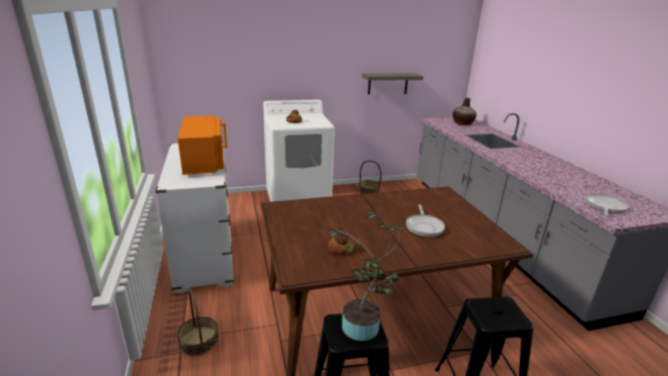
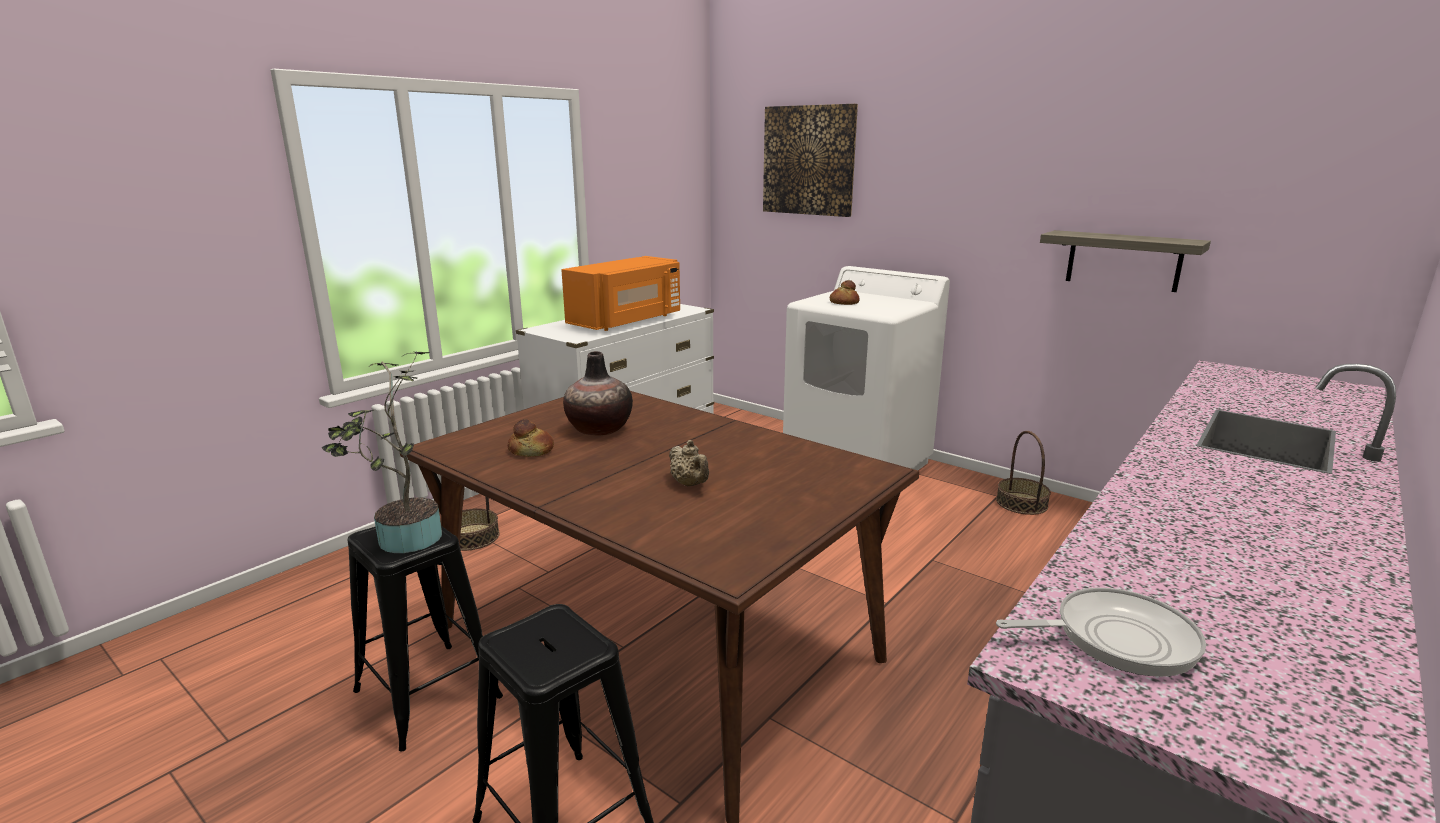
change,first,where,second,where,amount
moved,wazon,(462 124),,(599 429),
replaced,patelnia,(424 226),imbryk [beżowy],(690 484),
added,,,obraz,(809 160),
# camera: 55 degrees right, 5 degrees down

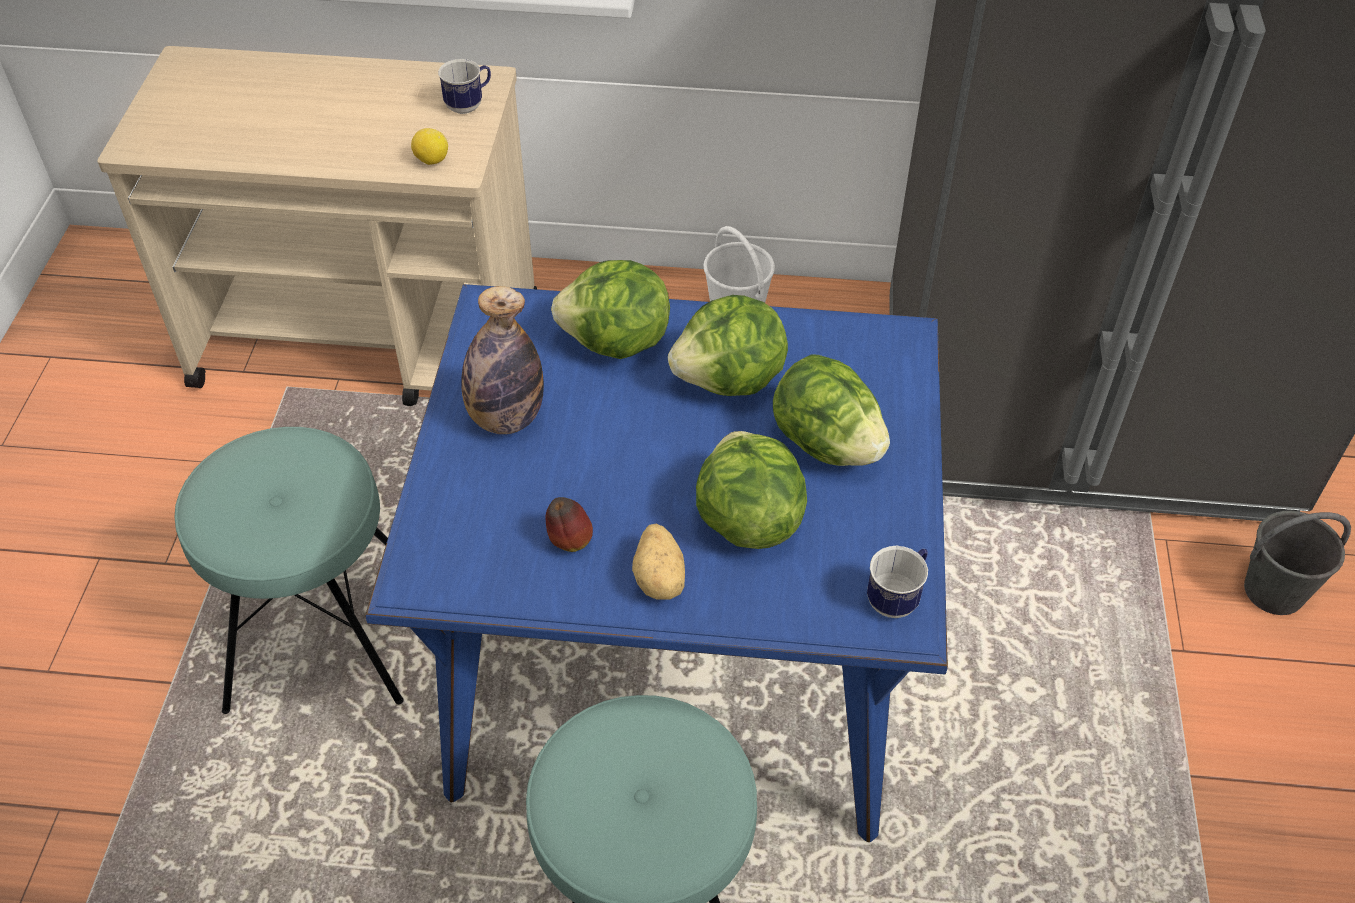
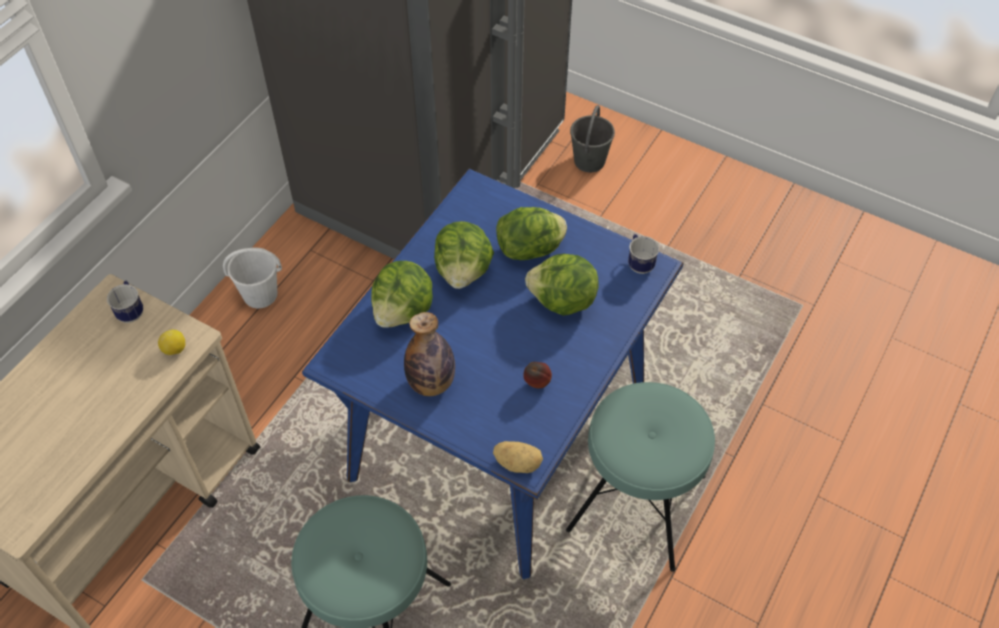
change,first,where,second,where,amount
moved,ziemniak,(661 578),,(518 462),
# camera: 65 degrees left, 5 degrees up

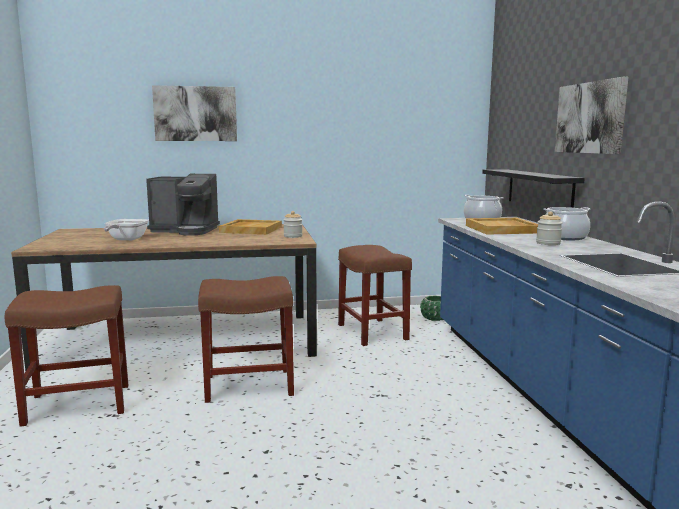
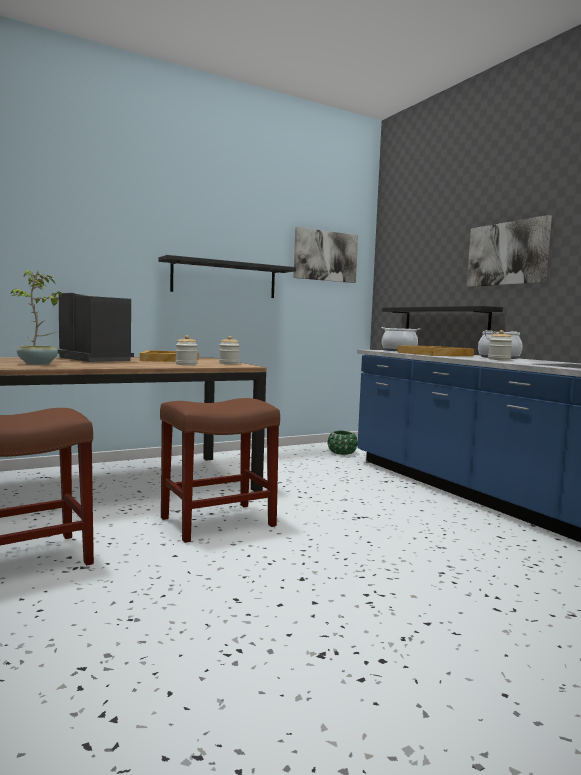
change,first,where,second,where,amount
replaced,patelnia,(125 239),roślina doniczkowa,(39 364),
turned,ekspres do kawy,(186 231),,(96 359),120 degrees counterclockwise
added,,,półka [czarny],(224 279),
added,,,słoik,(186 364),
moved,obraz,(195 114),,(325 256),
removed,stołek [brązowy],(373 332),,,
# camera: 20 degrees left, 5 degrees down

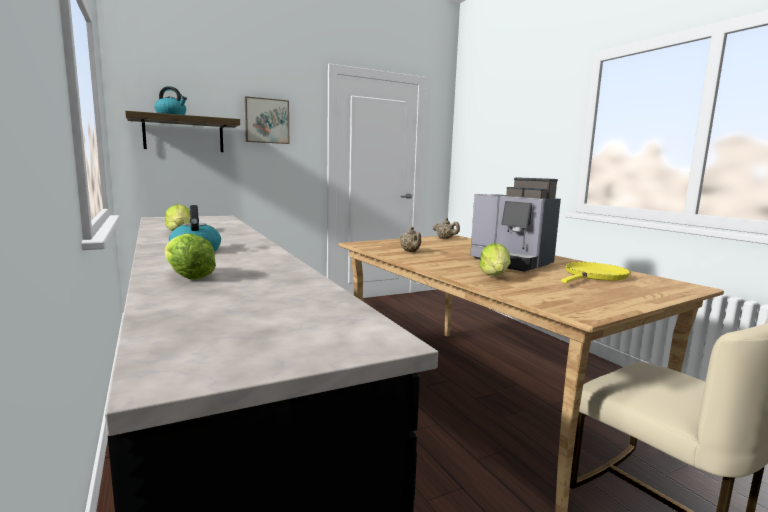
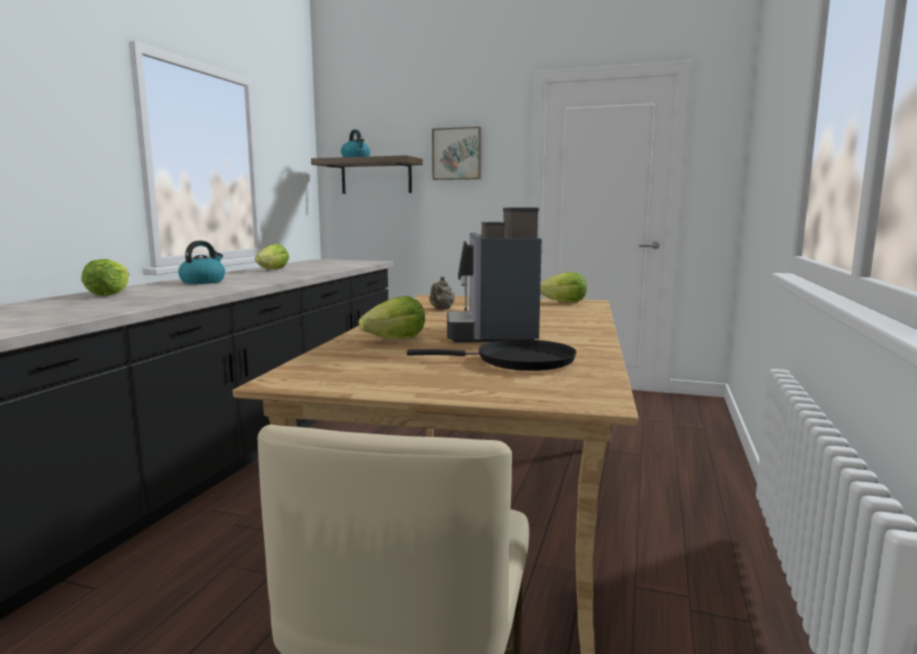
change,first,where,second,where,amount
recoloured,patelnia [żółty],(594 276),patelnia [czarny],(518 361),
replaced,imbryk [beżowy],(445 238),sałata,(564 302),
# camera: 45 degrees right, 0 degrees up

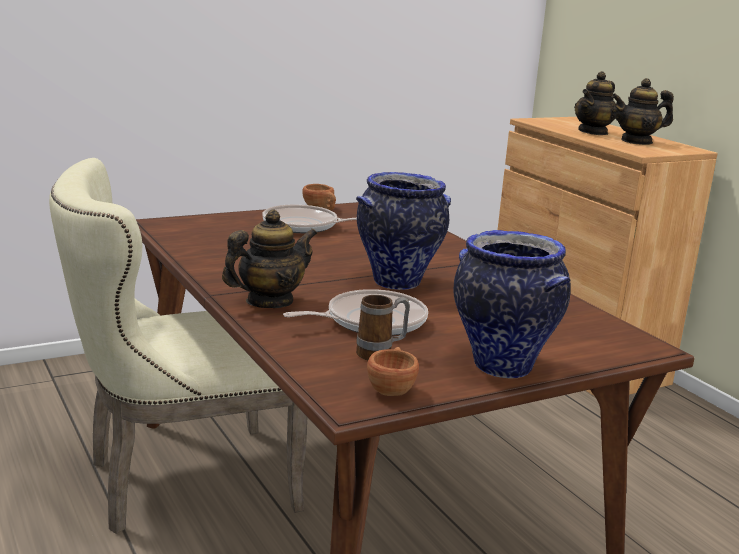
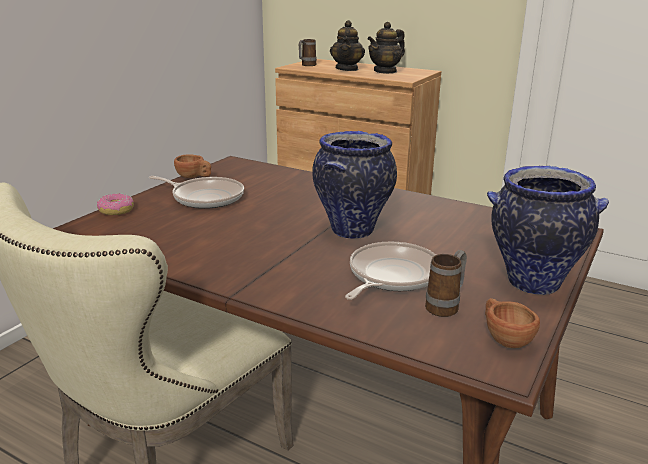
change,first,where,second,where,amount
added,,,donut,(116 210),
turned,patelnia,(304 226),,(205 197),135 degrees counterclockwise
added,,,kubek,(306 65),
removed,imbryk,(269 302),,,
# camera: 30 degrees left, 5 degrees up

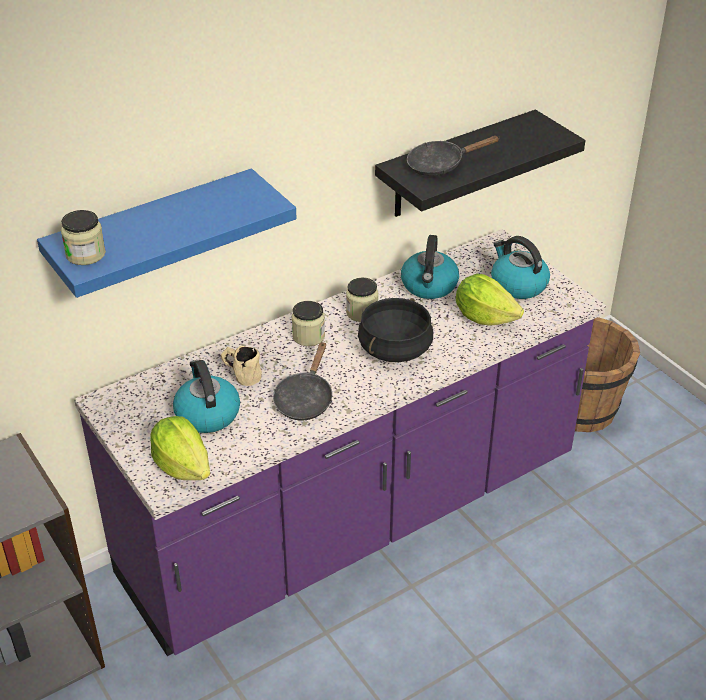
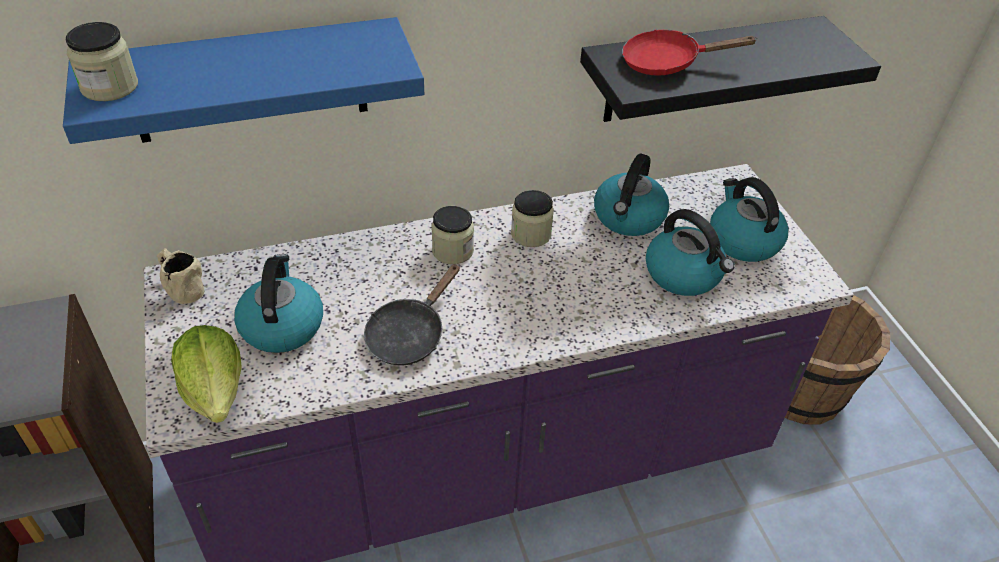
change,first,where,second,where,amount
moved,kubek [beżowy],(241 376),,(181 287),
recoloured,patelnia [czarny],(440 165),patelnia [czerwony],(667 63),
replaced,sałata,(484 317),czajnik,(684 274),
removed,garnek [czarny],(394 348),,,
# camera: 15 degrees right, 5 degrees up

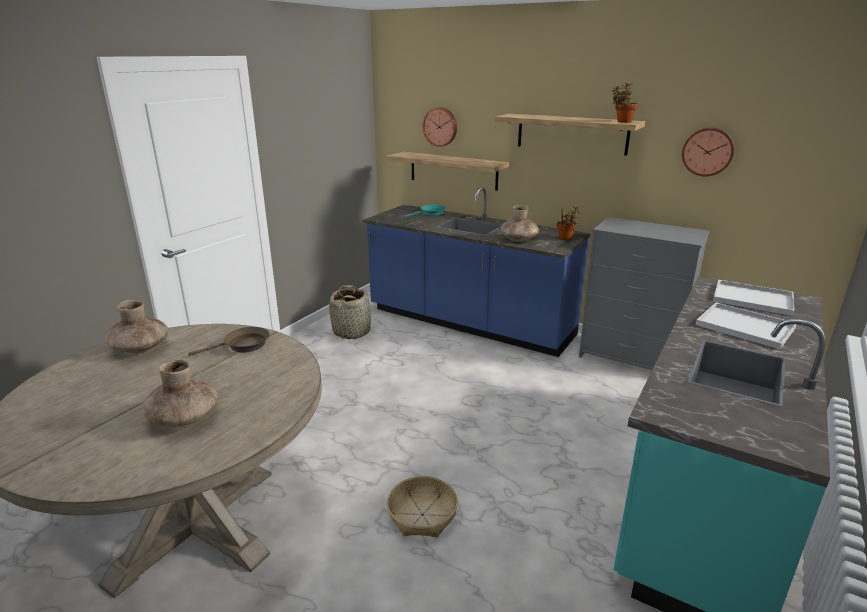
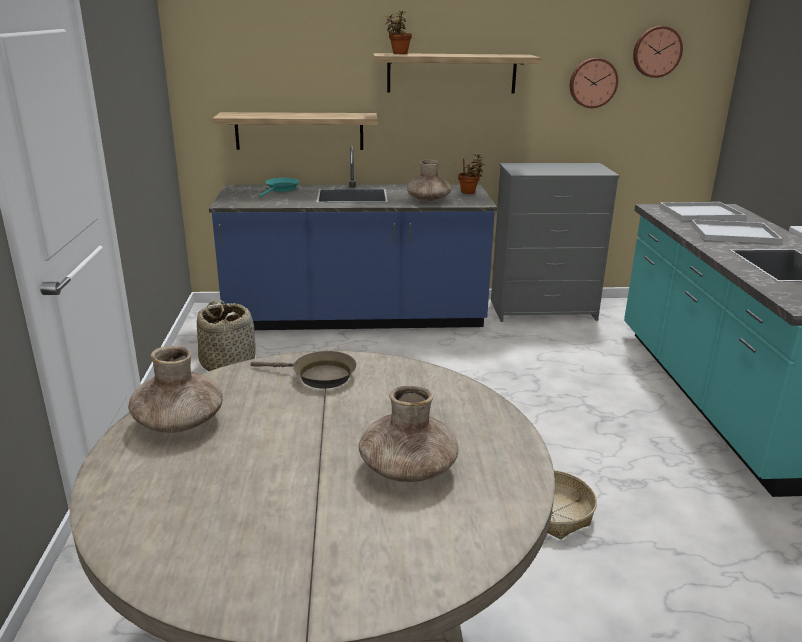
change,first,where,second,where,amount
turned,patelnia [brązowy],(243 346),,(319 376),75 degrees clockwise
moved,roślina doniczkowa,(622 122),,(399 53),
moved,zegar ścienny,(440 126),,(656 52),
# camera: 35 degrees left, 0 degrees up

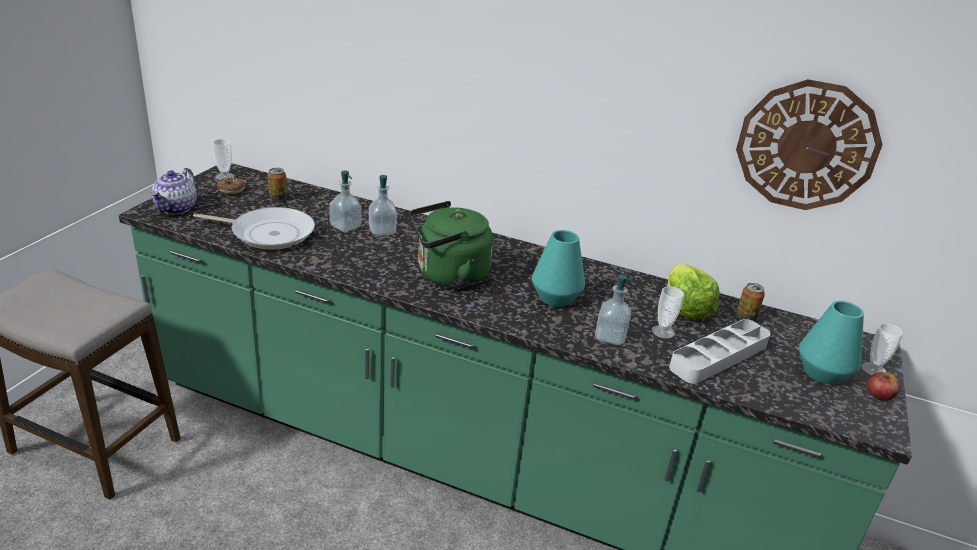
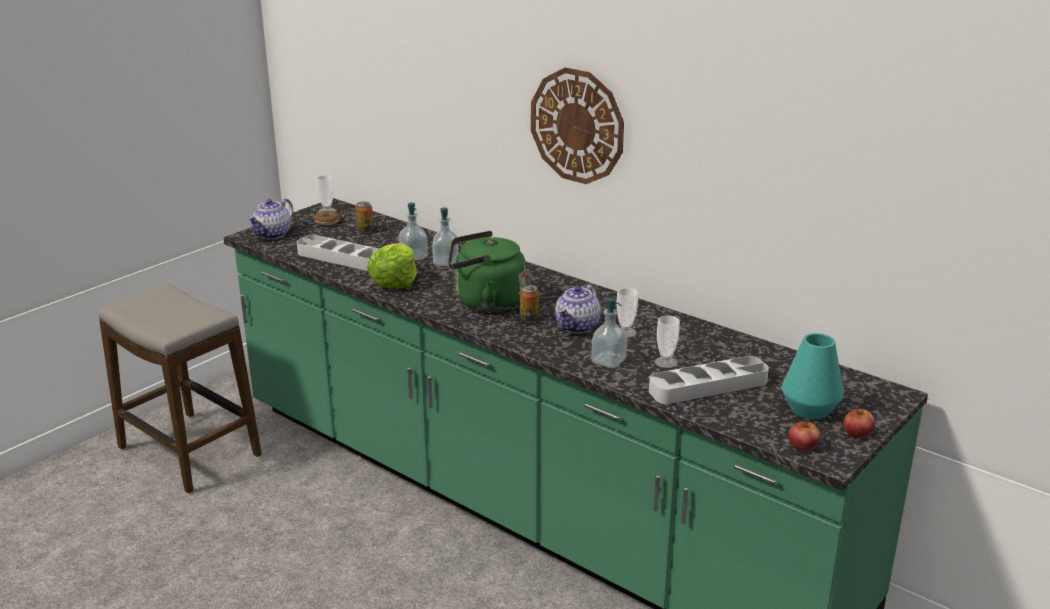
change,first,where,second,where,amount
replaced,patelnia,(268 233),taca [szary],(342 258),
moved,sałata,(685 307),,(394 281),
moved,puszka,(745 317),,(529 319),
moved,zegar ścienny,(806 146),,(577 126),
replaced,wazon [turkusowy],(556 297),imbryk,(577 327),
moved,filiżanka,(873 369),,(625 332),
added,,,jabłko,(802 445),
# camera: 20 degrees right, 5 degrees down

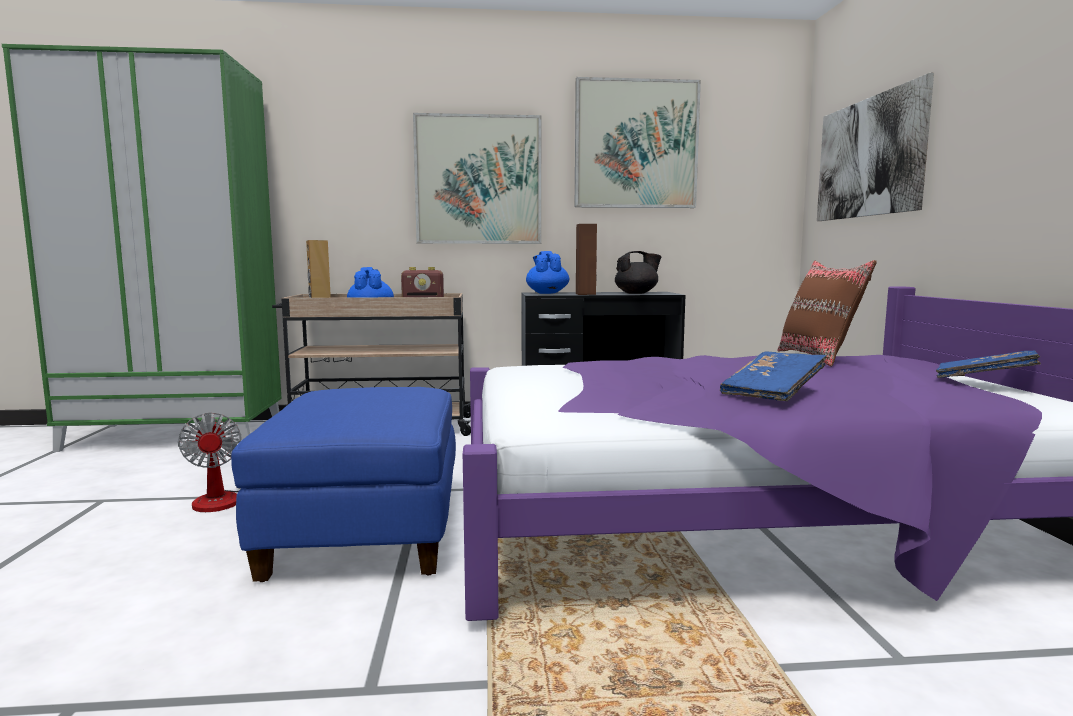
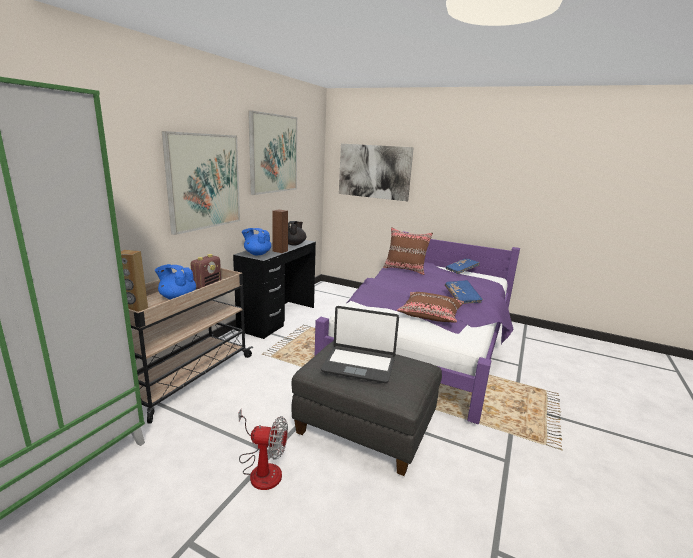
change,first,where,second,where,amount
recoloured,pufa [niebieski],(366 532),pufa [szary],(366 428),
added,,,laptop,(359 364),
added,,,poduszka [brązowy],(430 314),
# camera: 60 degrees left, 10 degrees up

